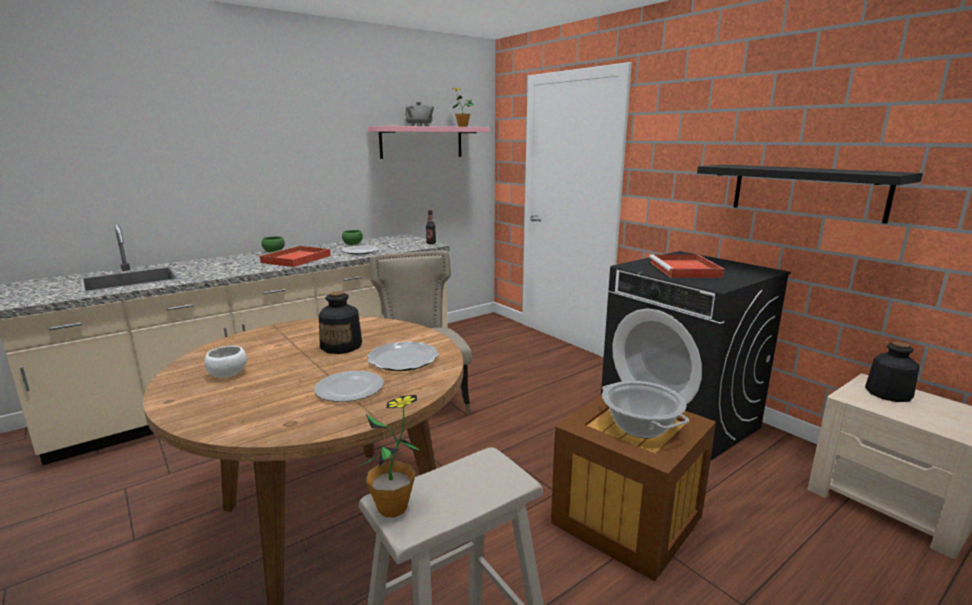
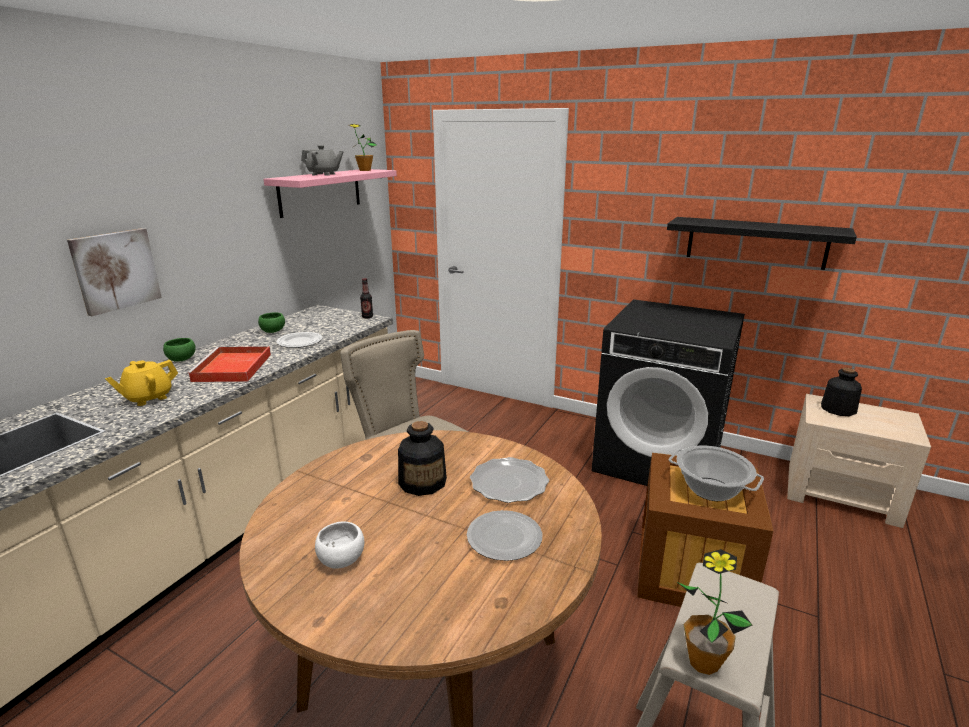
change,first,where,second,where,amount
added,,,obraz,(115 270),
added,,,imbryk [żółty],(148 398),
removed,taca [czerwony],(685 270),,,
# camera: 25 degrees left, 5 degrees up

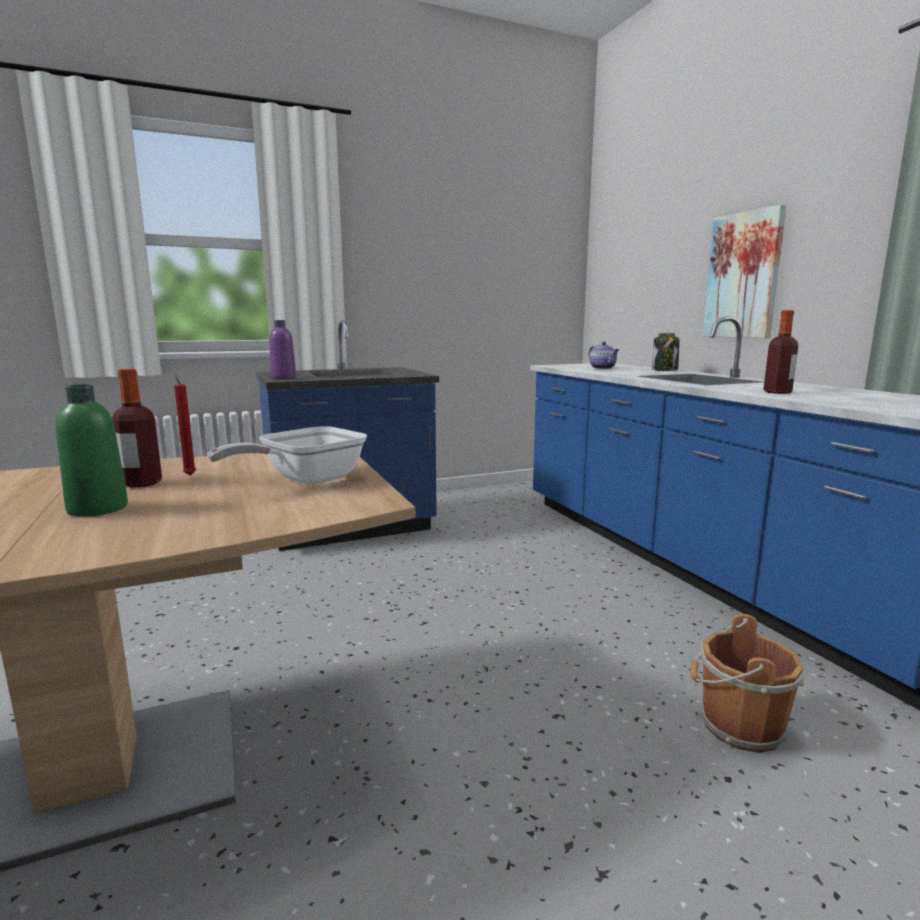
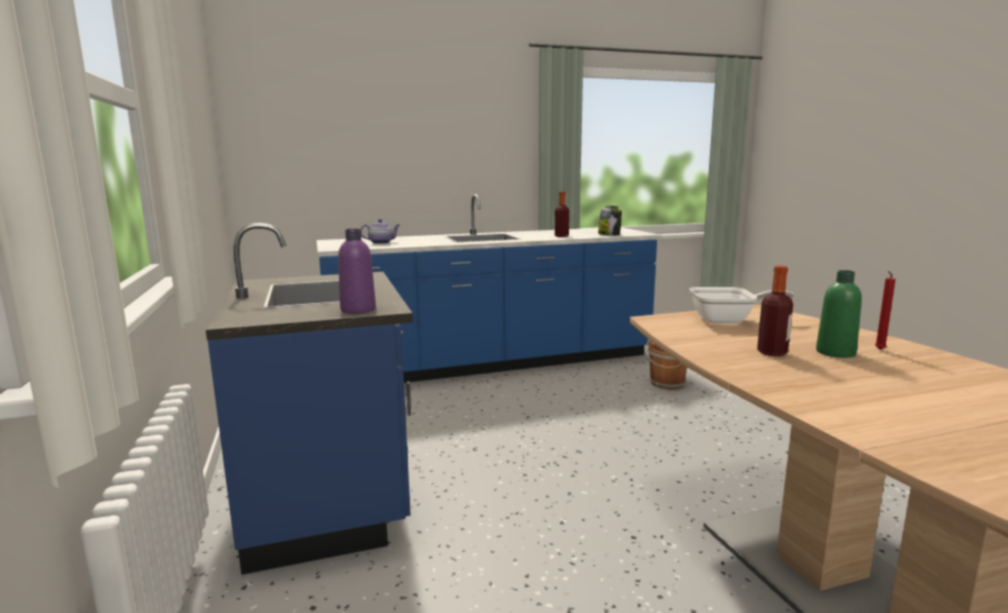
change,first,where,second,where,amount
moved,słoik,(665 370),,(609 234),
turned,patelnia,(305 480),,(728 320),45 degrees counterclockwise
moved,świeca [czerwony],(189 475),,(879 350),
removed,obraz,(743 276),,,
# camera: 85 degrees left, 0 degrees up

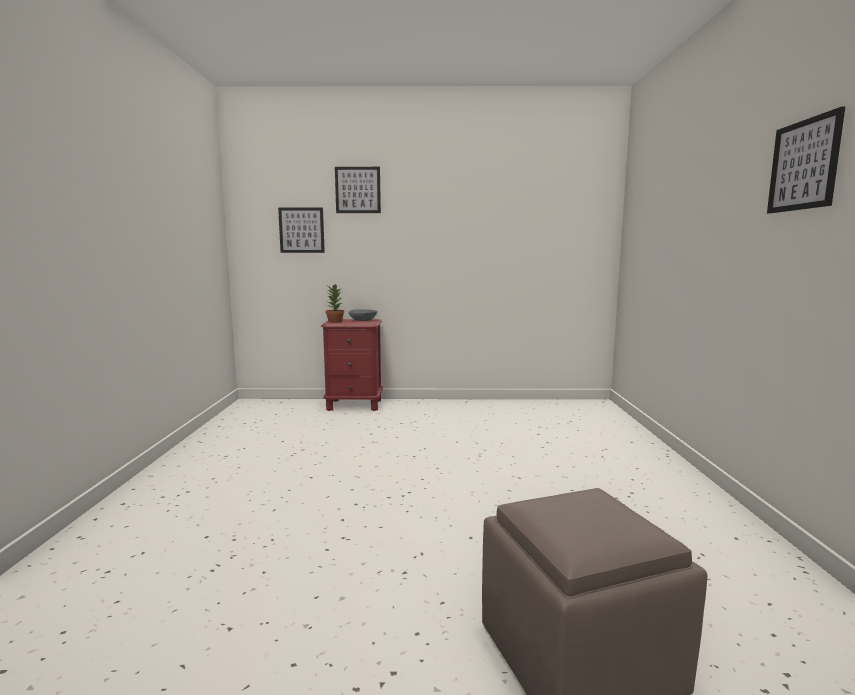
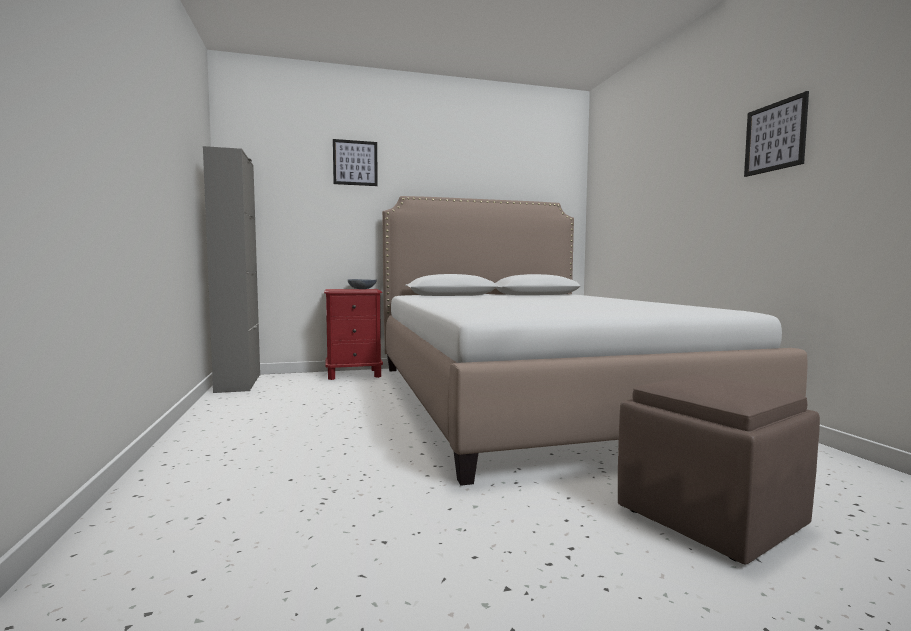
change,first,where,second,where,amount
added,,,szafka [szary],(238 383),
added,,,łóżko,(532 398),
removed,obraz,(301 230),,,
removed,roślina doniczkowa,(334 322),,,
# camera: 15 degrees left, 5 degrees down

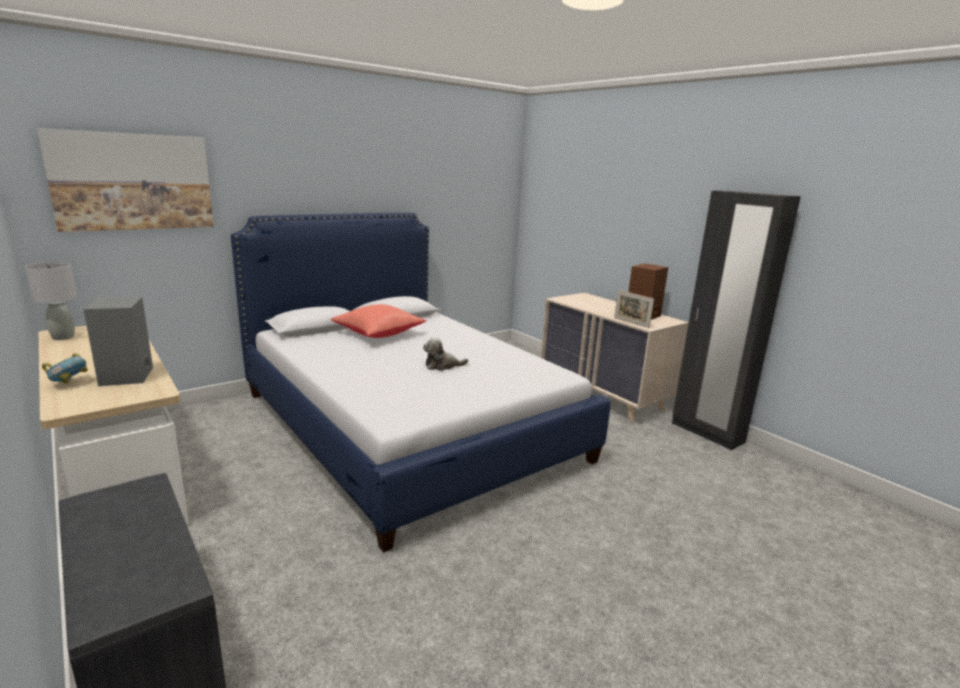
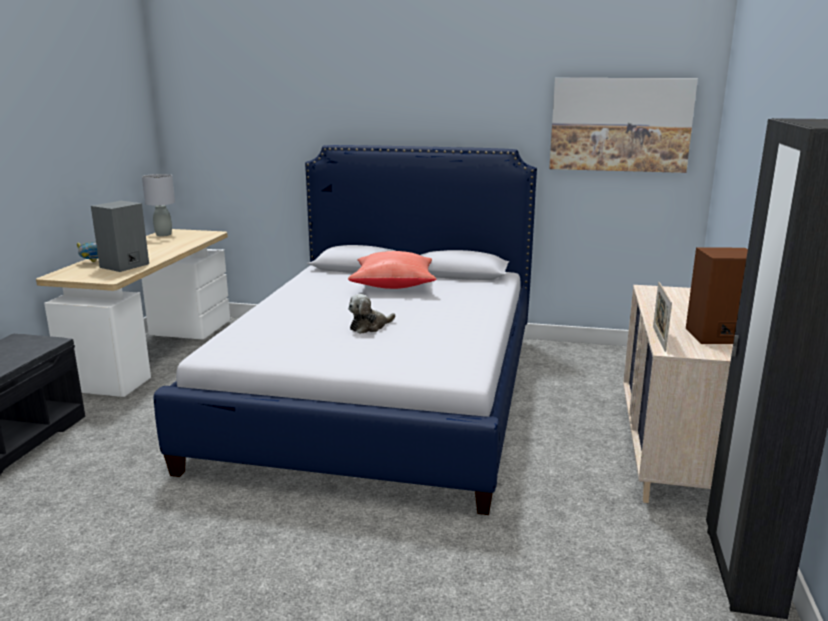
change,first,where,second,where,amount
turned,pluszak,(442 366),,(369 327),75 degrees counterclockwise
moved,obraz,(133 182),,(620 124),
# camera: 50 degrees right, 0 degrees up

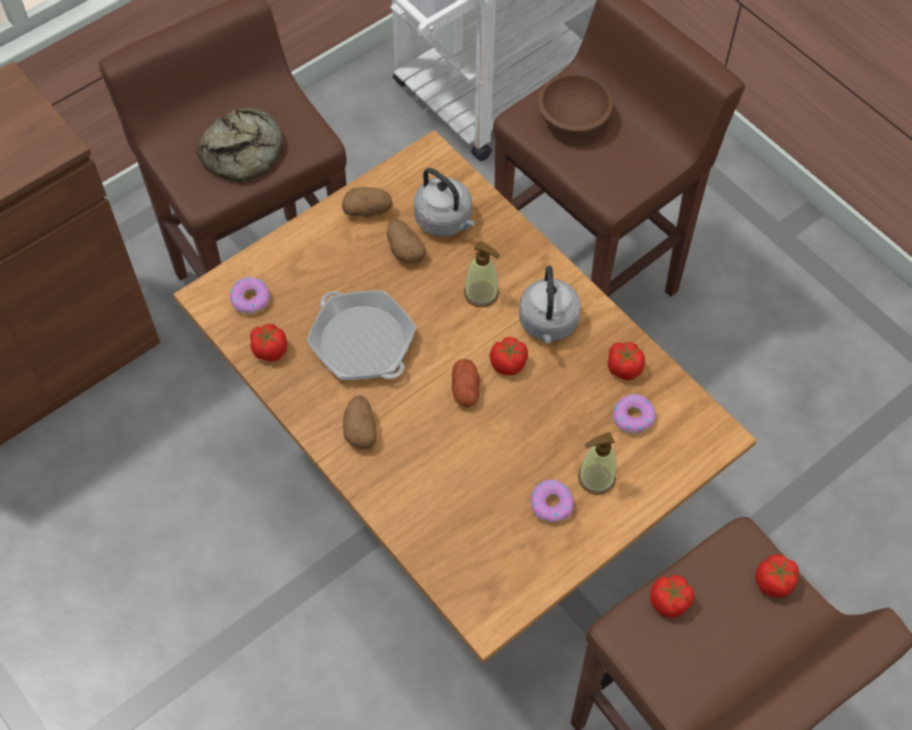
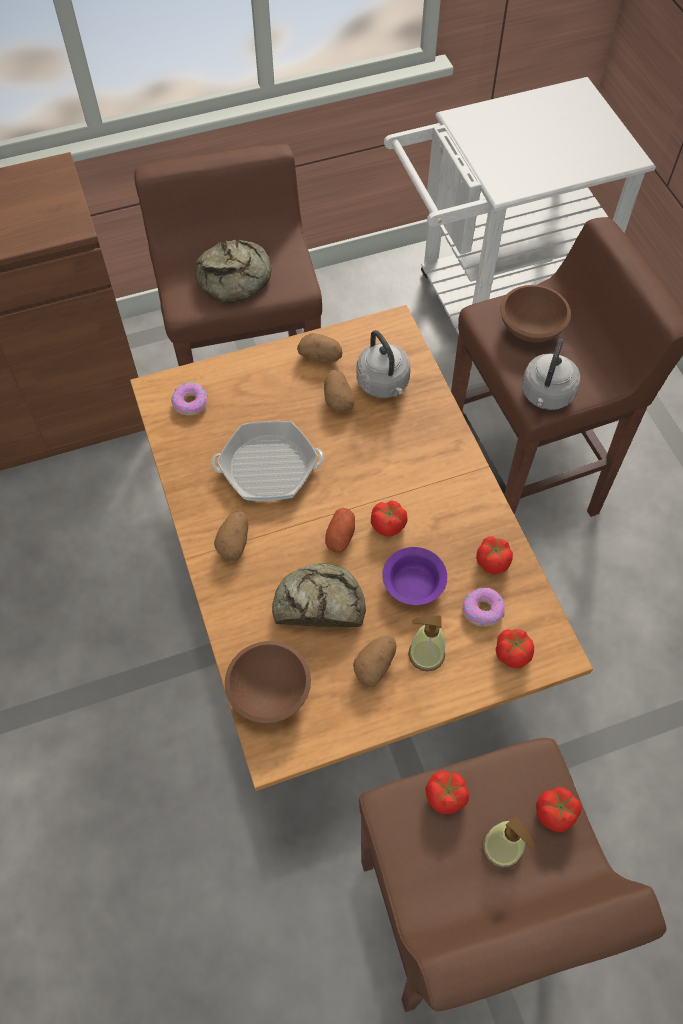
change,first,where,second,where,amount
turned,patelnia,(362 342),,(268 467),105 degrees clockwise
added,,,miska [brązowy],(268 691),
added,,,chleb,(318 603),
replaced,donut,(551 504),ziemniak,(375 665),
added,,,miska [fioletowy],(412 582),
moved,dozownik mydła,(481 293),,(502 848),
moved,pomidor,(269 350),,(512 653),
moved,czajnik [szary],(548 324),,(546 396),
# camera: 20 degrees right, 0 degrees up

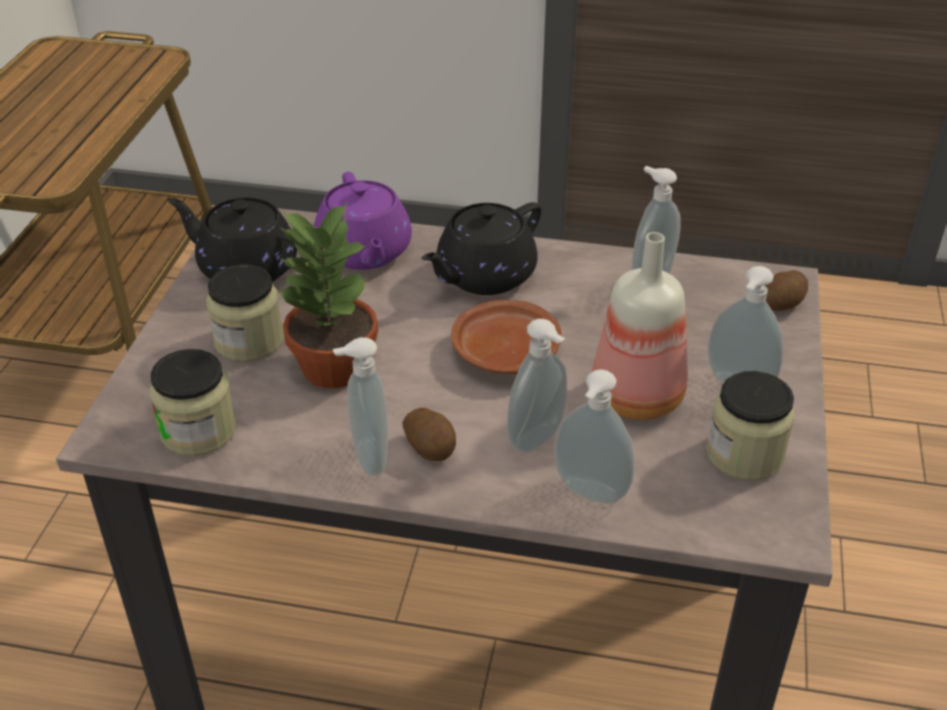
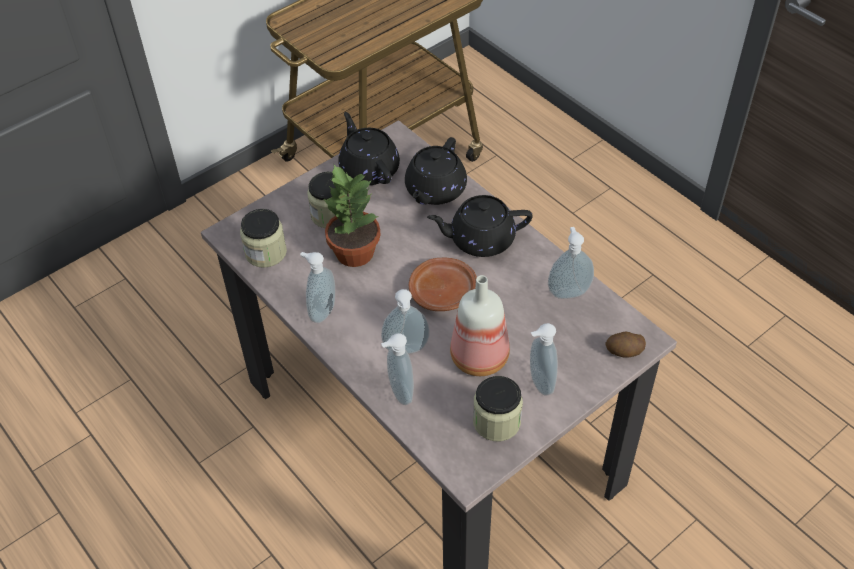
change,first,where,second,where,amount
recoloured,imbryk [fioletowy],(364 252),imbryk [czarny],(435 190),
removed,ziemniak,(431 447),,,
# camera: 40 degrees right, 10 degrees up

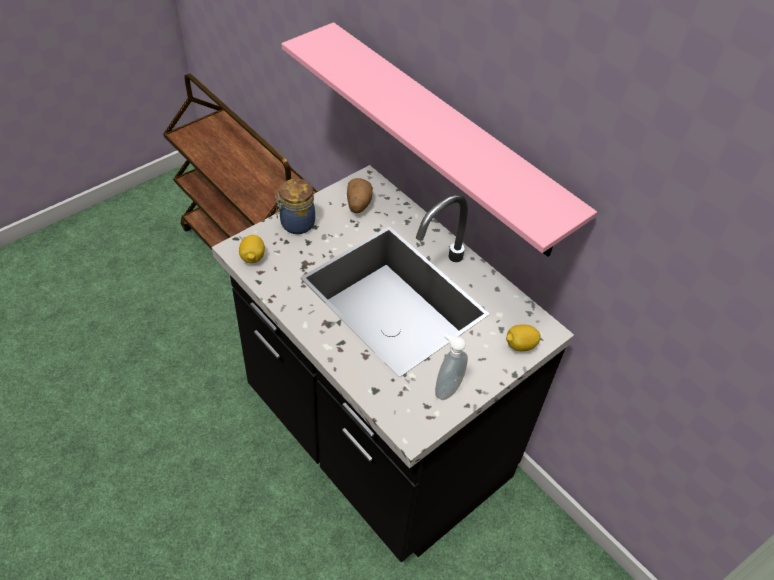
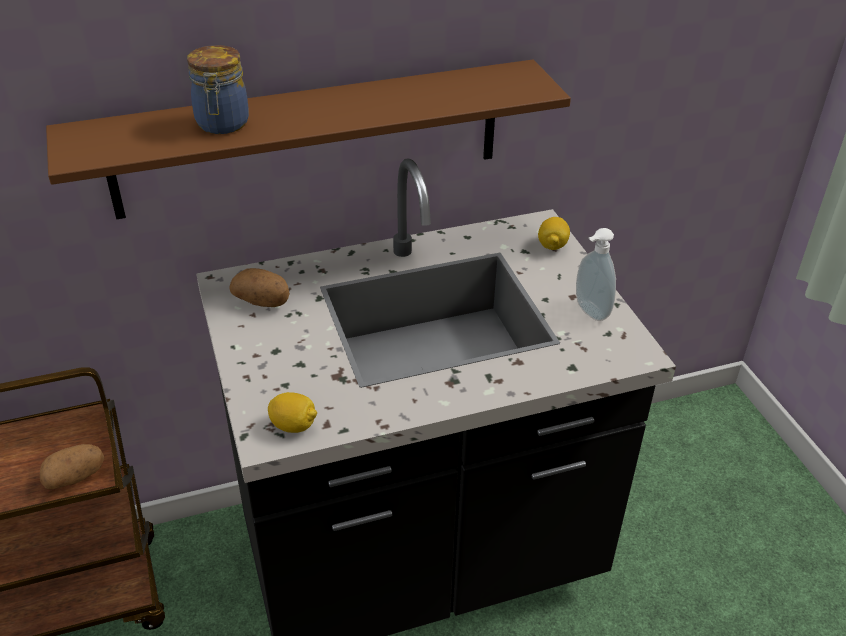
change,first,where,second,where,amount
added,,,ziemniak,(75 477),
recoloured,półka [różowy],(445 139),półka [brązowy],(309 139),
moved,słoik,(296 224),,(222 124),
# camera: 65 degrees left, 10 degrees down

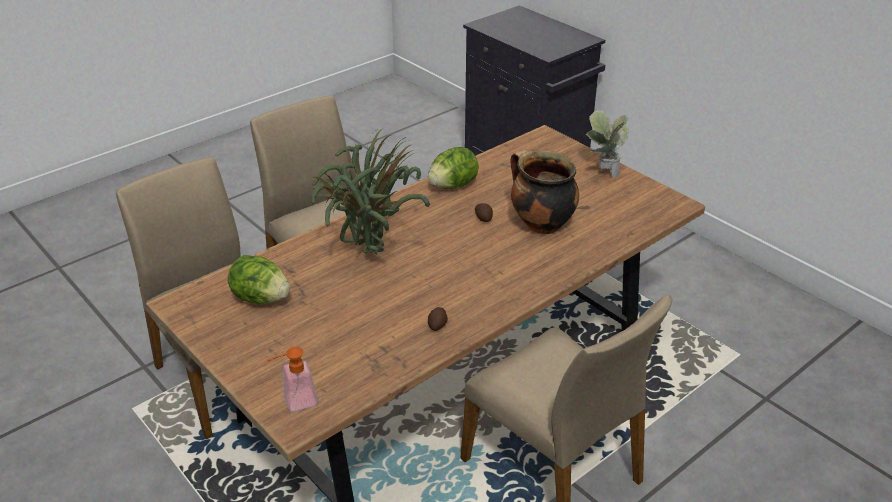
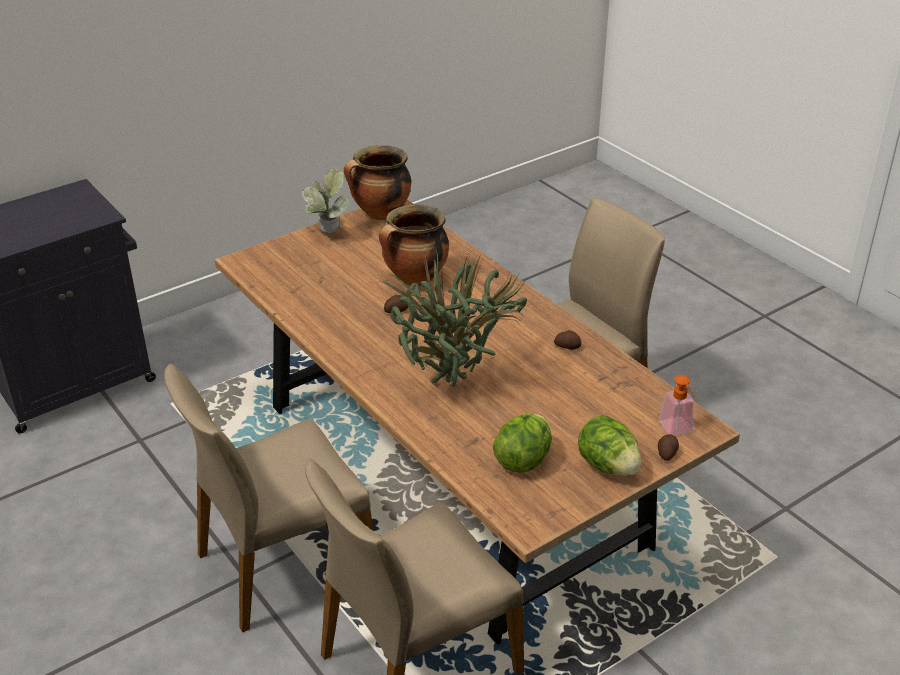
change,first,where,second,where,amount
added,,,garnek,(380 214),
moved,sałata,(453 185),,(608 466),
added,,,ziemniak,(666 453),
# camera: 85 degrees left, 0 degrees up

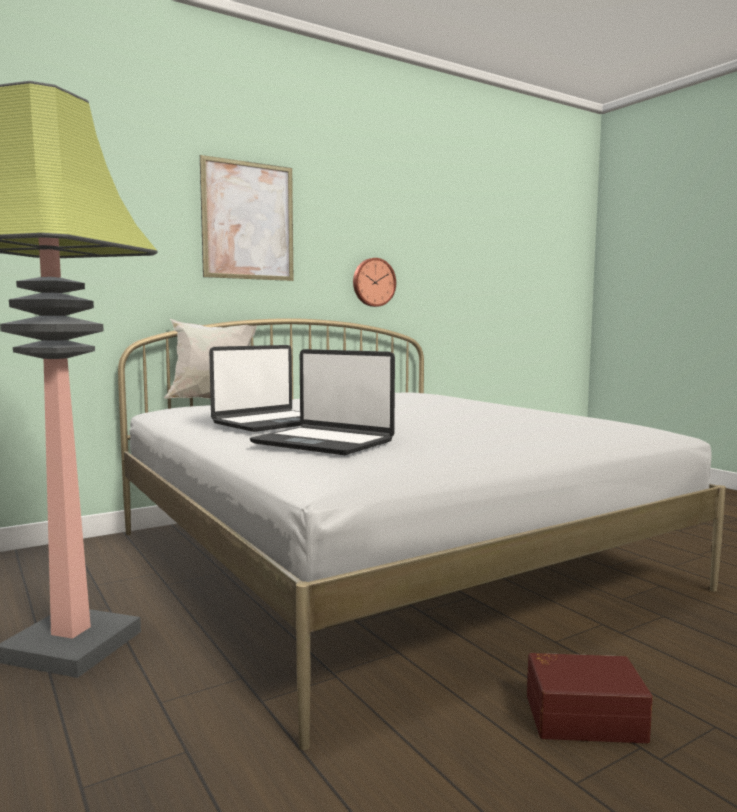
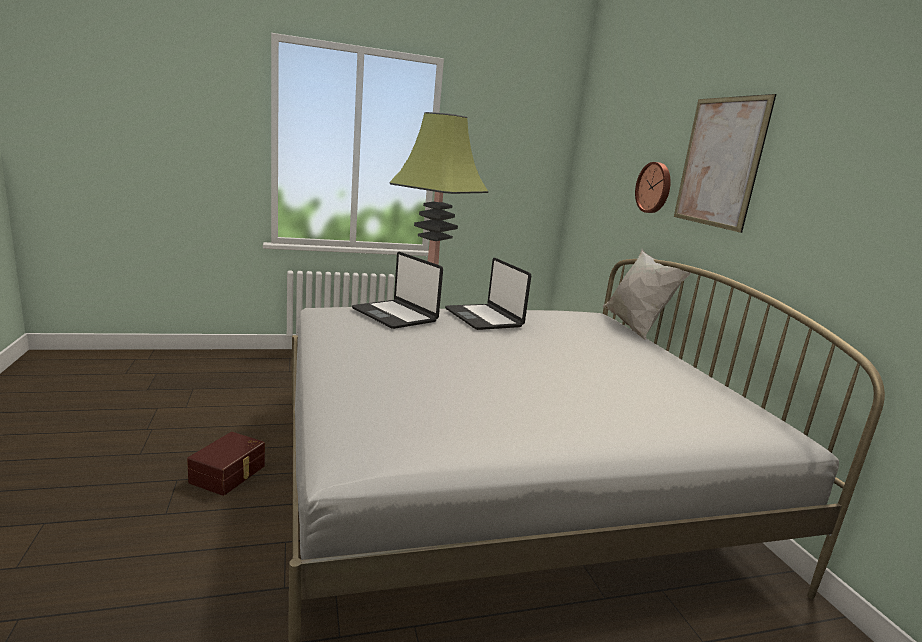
change,first,where,second,where,amount
turned,laptop,(324 442),,(395 315),90 degrees counterclockwise
moved,zegar ścienny,(373 282),,(654 187),
# camera: 105 degrees right, 10 degrees up

